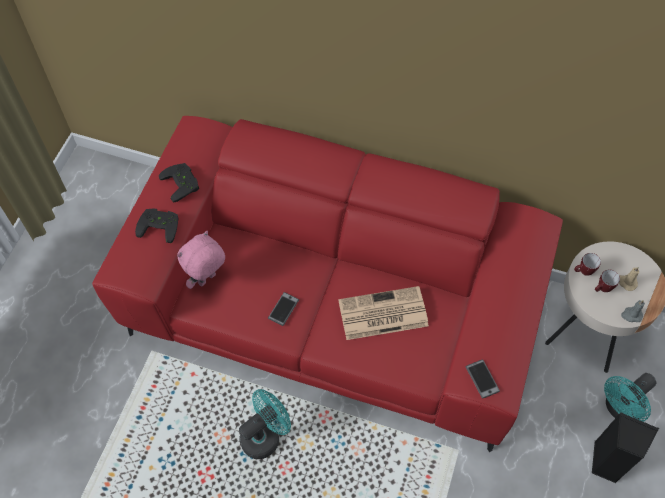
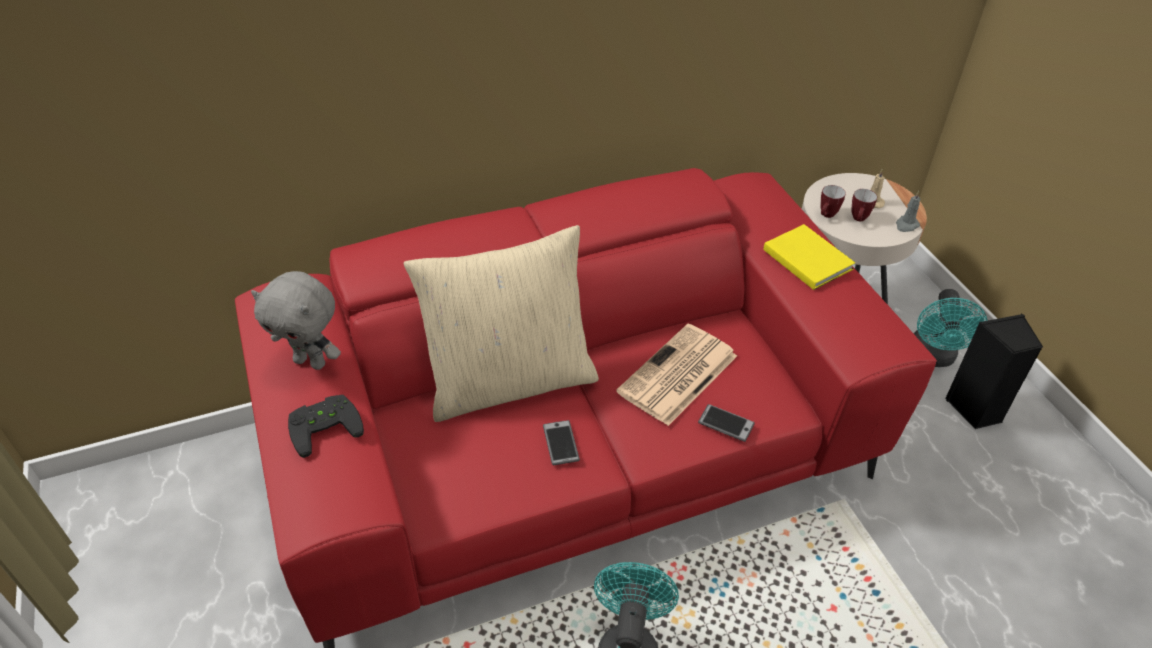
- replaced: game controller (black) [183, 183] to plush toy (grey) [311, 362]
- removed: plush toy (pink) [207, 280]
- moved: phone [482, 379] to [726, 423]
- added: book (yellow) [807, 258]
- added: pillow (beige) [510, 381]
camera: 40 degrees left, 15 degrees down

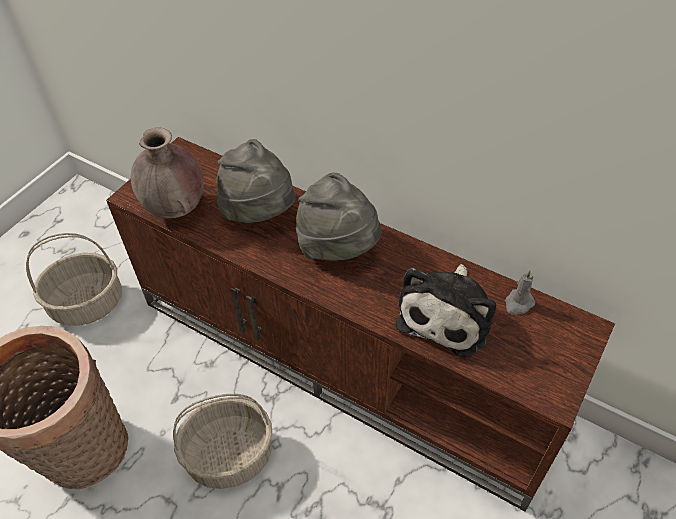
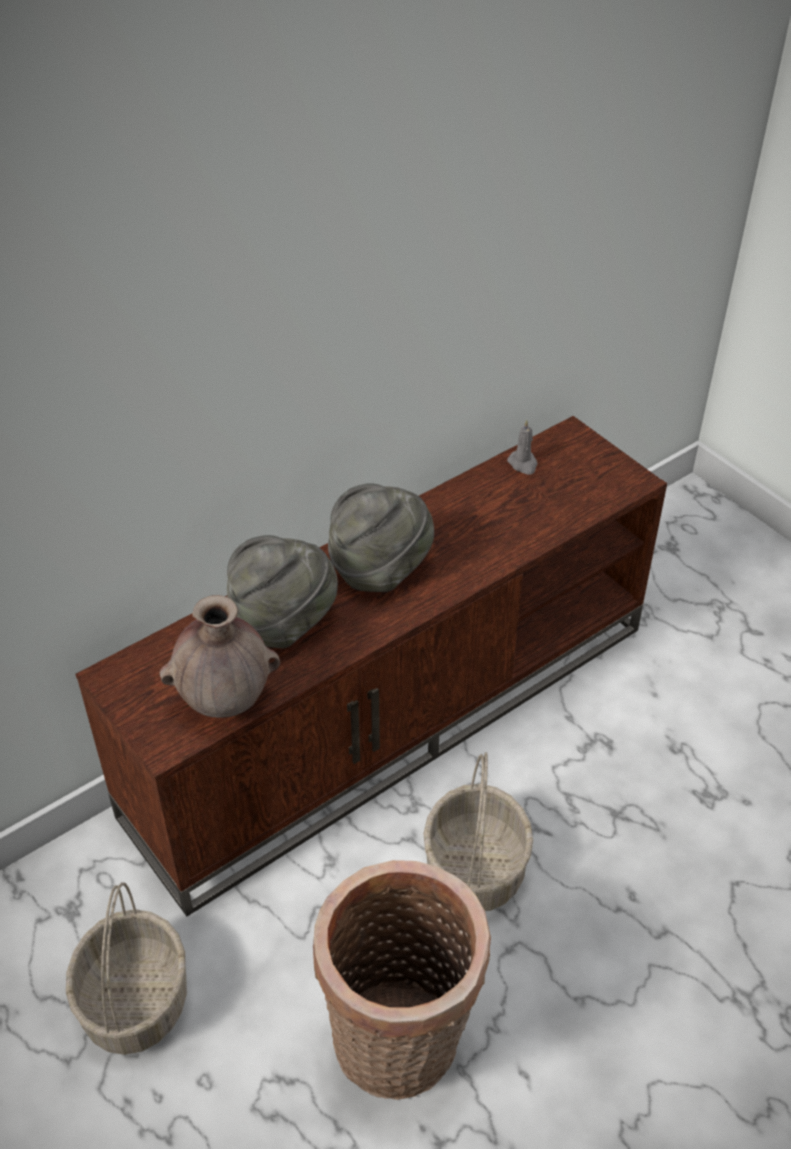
- removed: plush toy [448, 314]
camera: 70 degrees left, 5 degrees down

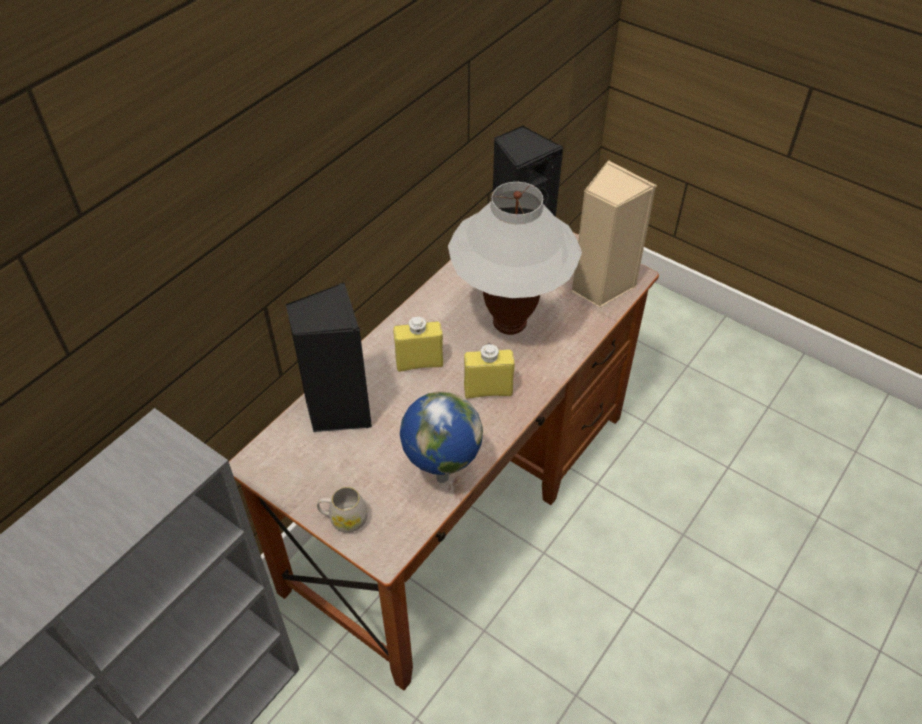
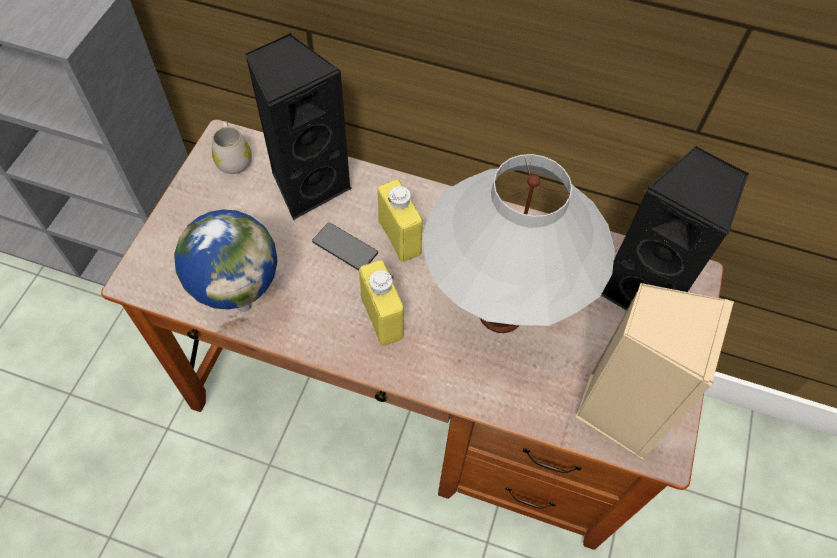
- moved: mug (white) [344, 519] to [233, 158]
- added: phone [345, 247]
camera: 70 degrees right, 10 degrees up

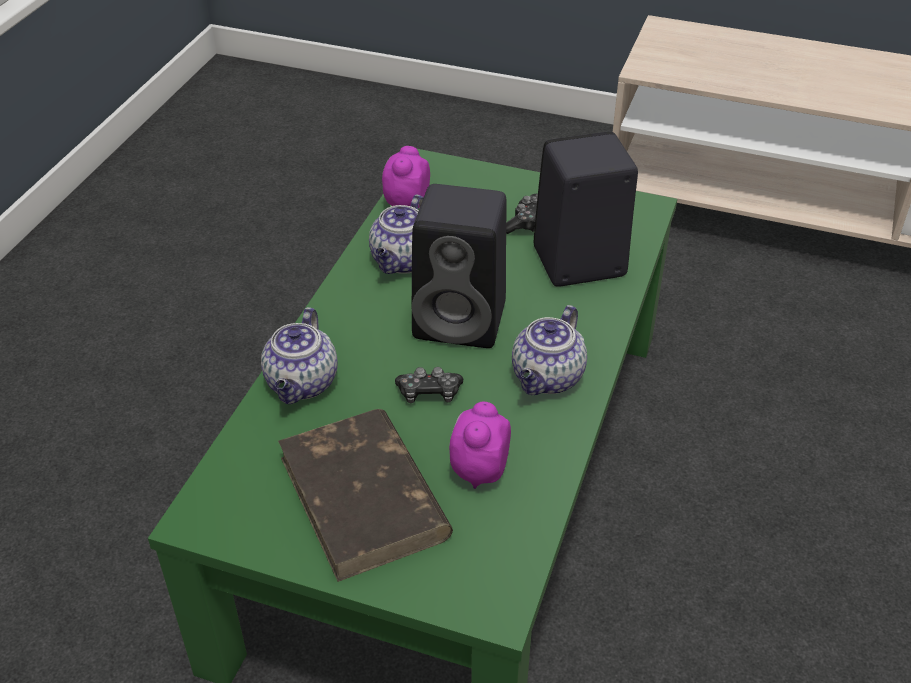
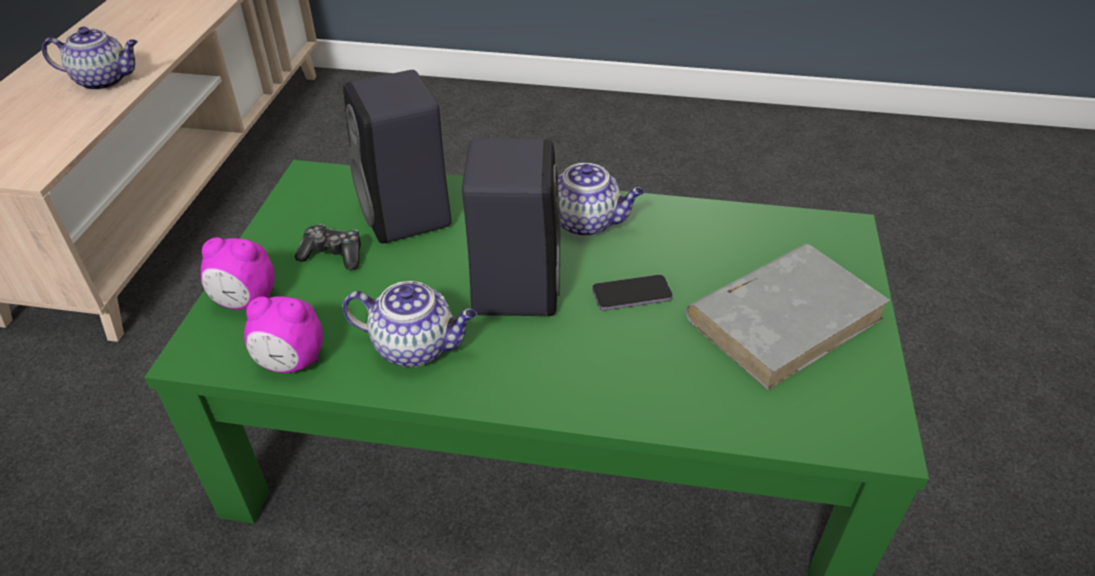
- moved: teapot [302, 384] to [105, 80]
- replaced: game controller [429, 393] to phone [631, 294]
- moved: alarm clock [478, 470] to [246, 301]
- recoloured: book (brown) [364, 498] to book (grey) [785, 318]
camera: 100 degrees left, 0 degrees up

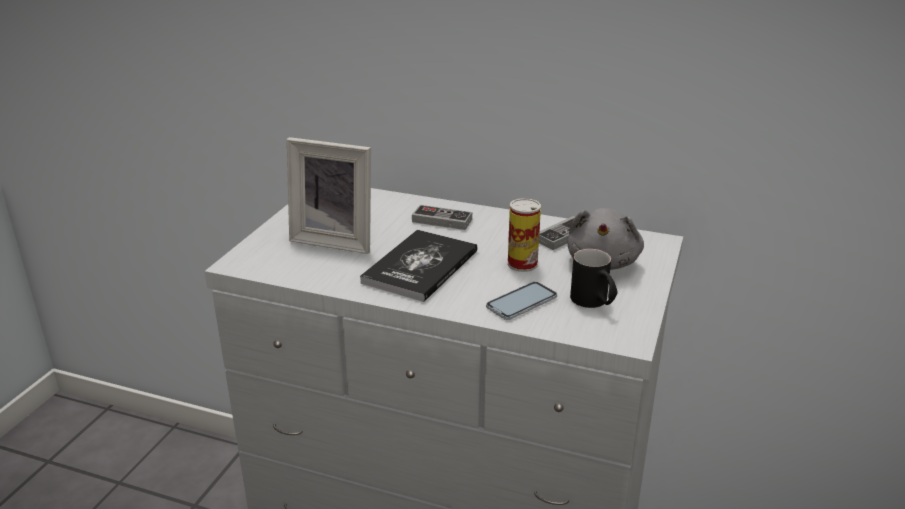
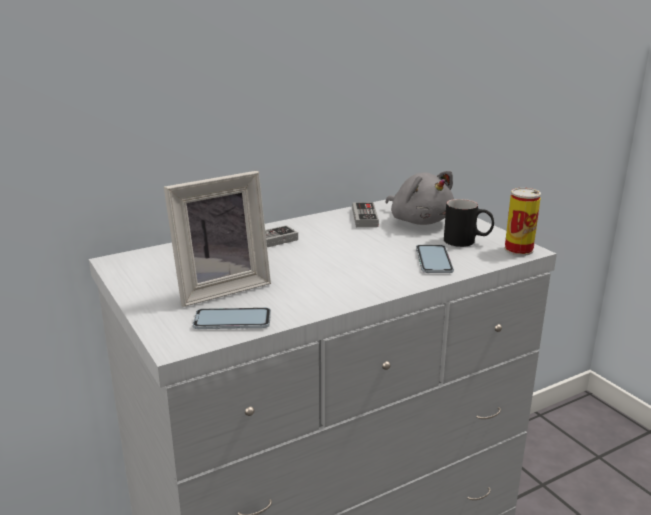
- moved: can [522, 264] to [518, 250]
- removed: book [420, 267]
- added: phone [232, 320]
camera: 50 degrees left, 5 degrees down

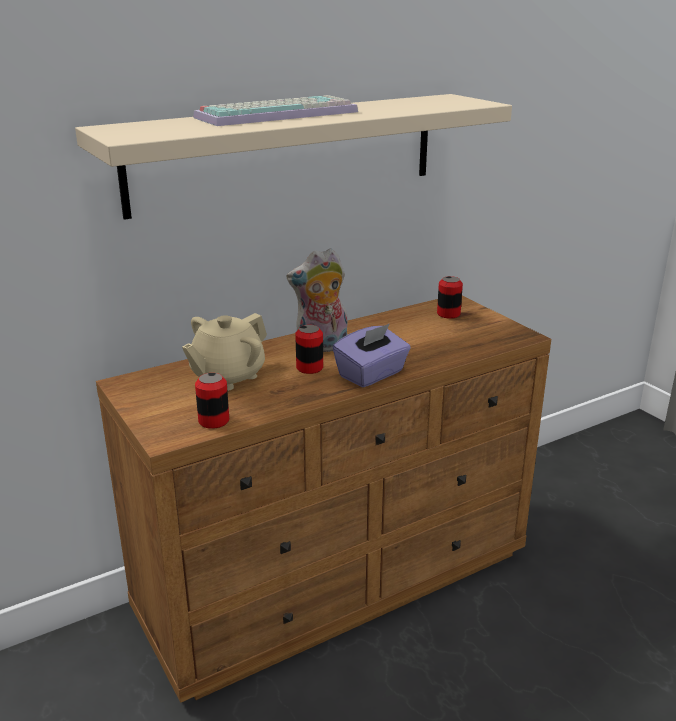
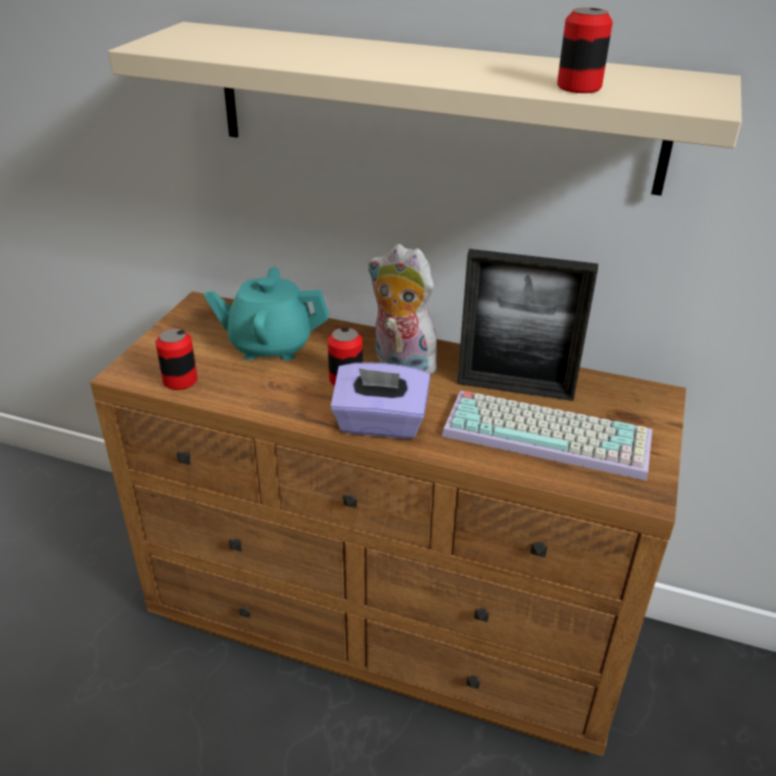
- moved: keyboard [277, 114] to [550, 434]
- moved: can [448, 314] to [579, 87]
- recoloured: teapot (beige) [227, 377] to teapot (turquoise) [270, 345]
- added: picture frame [515, 389]
camera: 50 degrees right, 10 degrees up

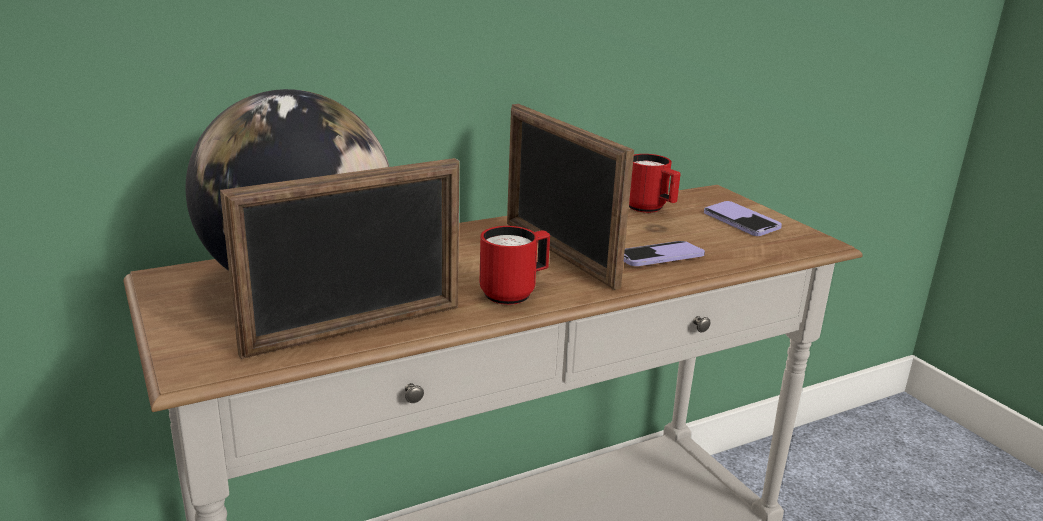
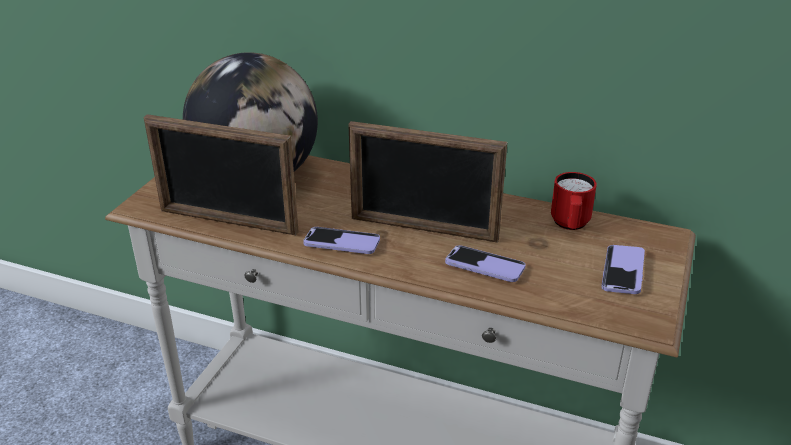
- turned: picture frame [558, 254] = [423, 229] 90 degrees counterclockwise
- replaced: mug (red) [515, 293] to phone [342, 242]
camera: 50 degrees right, 10 degrees up

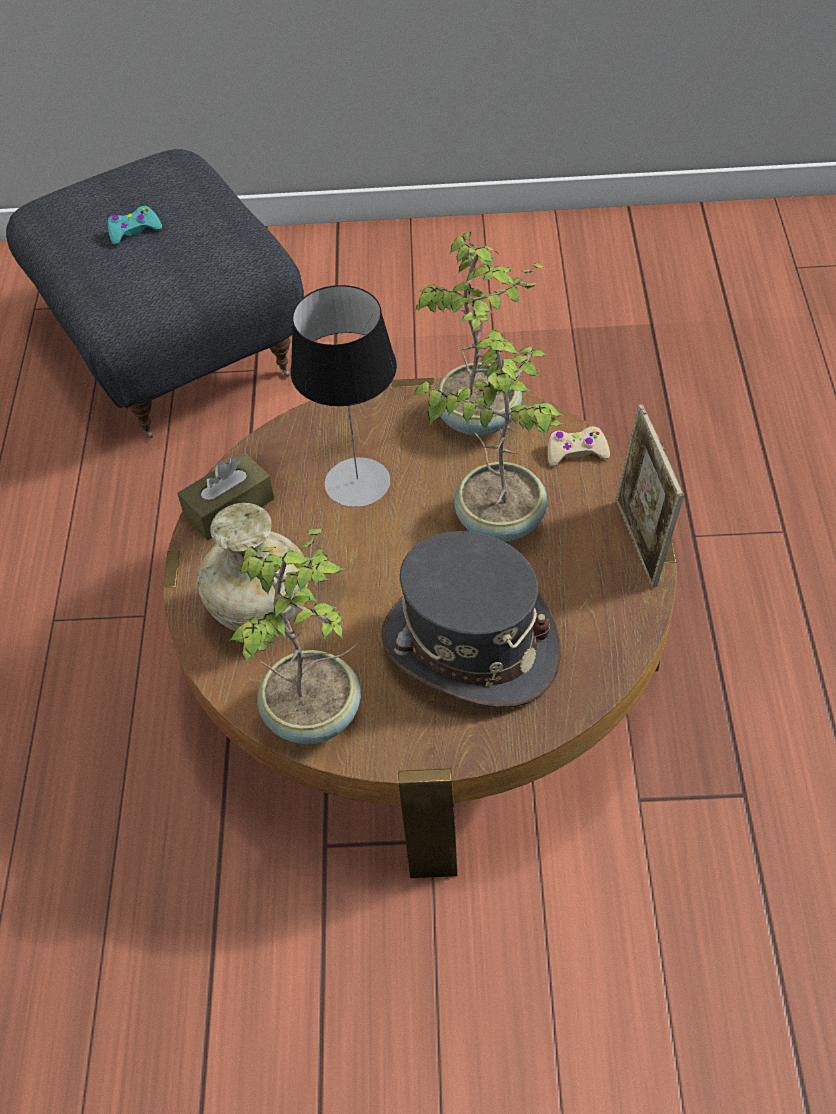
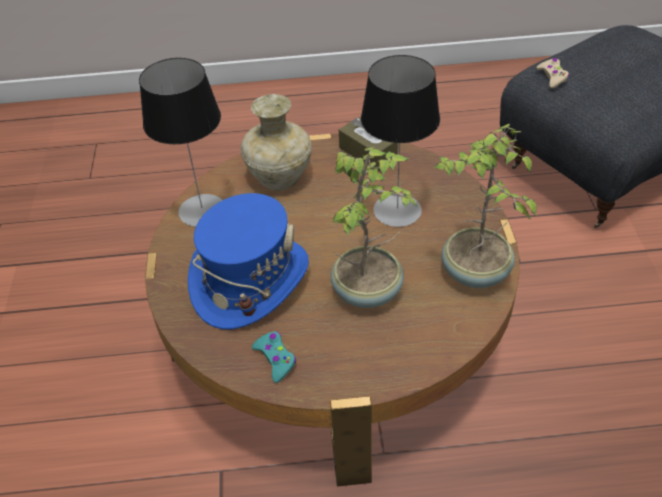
- moved: game controller (turquoise) [134, 230] to [275, 359]
- removed: picture frame [641, 543]
- moved: game controller (beige) [576, 452] to [552, 77]
- replaced: potted plant [315, 714] to table lamp [202, 210]
- recoloured: hat (grey) [469, 646] to hat (blue) [250, 280]
camera: 85 degrees right, 5 degrees down

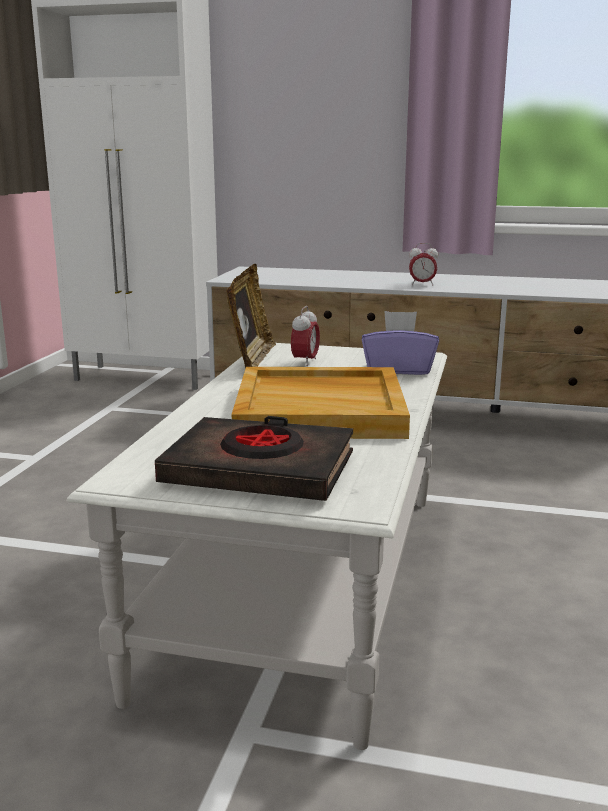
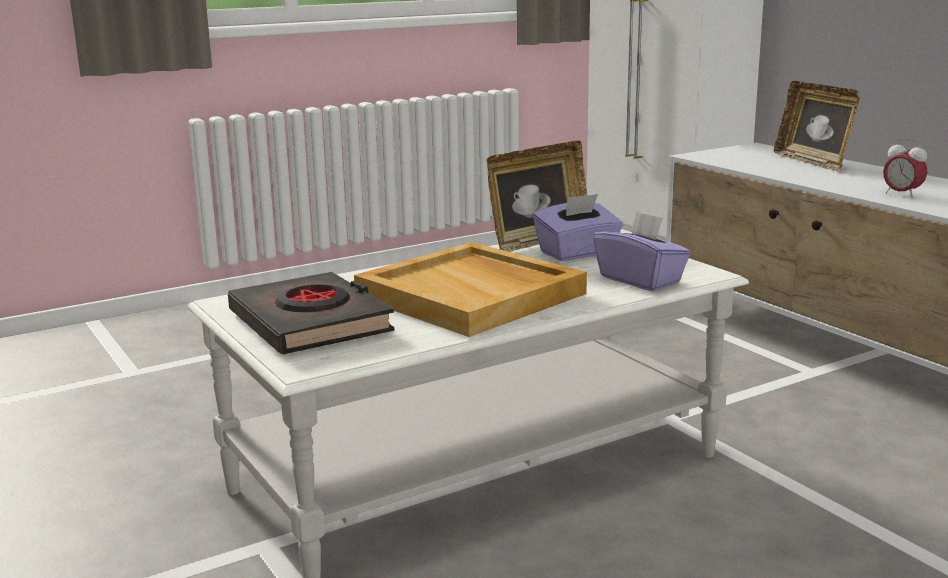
- replaced: alarm clock [305, 362] to tissue box (purple) [577, 253]
- added: picture frame [813, 162]
camera: 45 degrees right, 0 degrees up

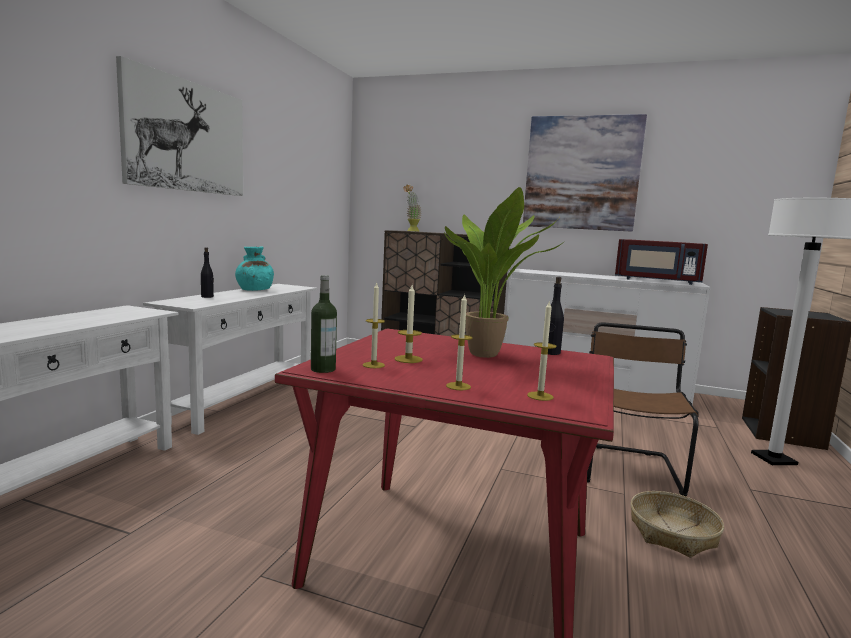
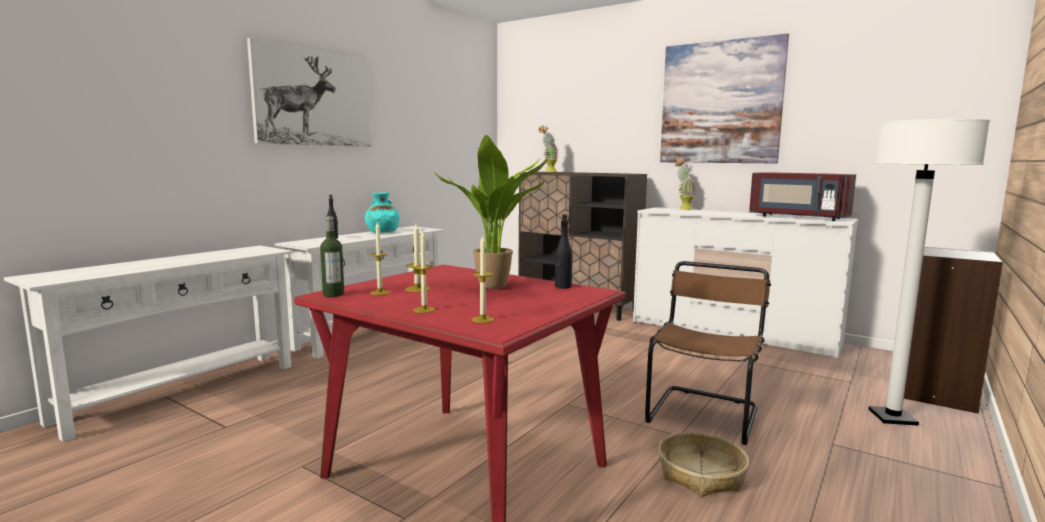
- added: potted plant [683, 209]
camera: 15 degrees right, 0 degrees up

